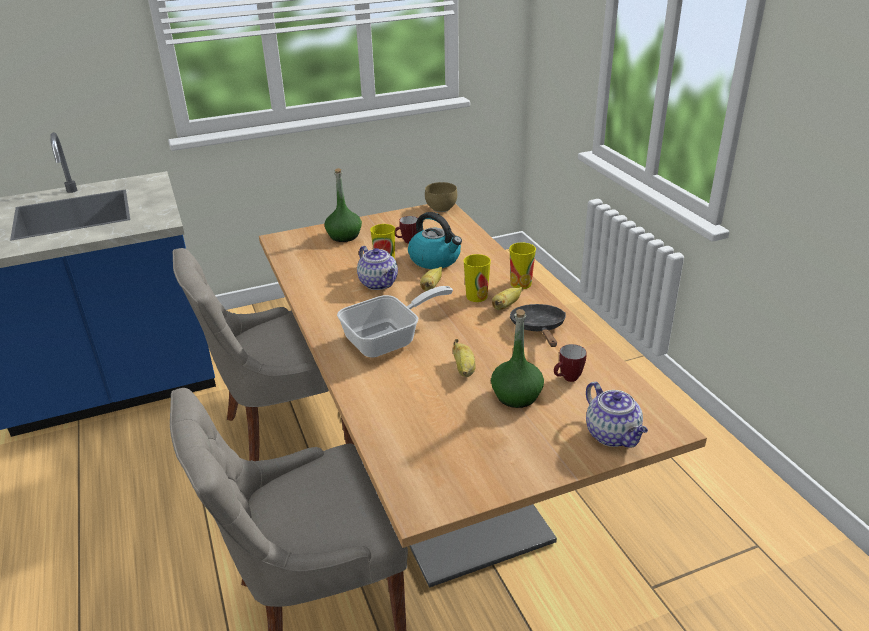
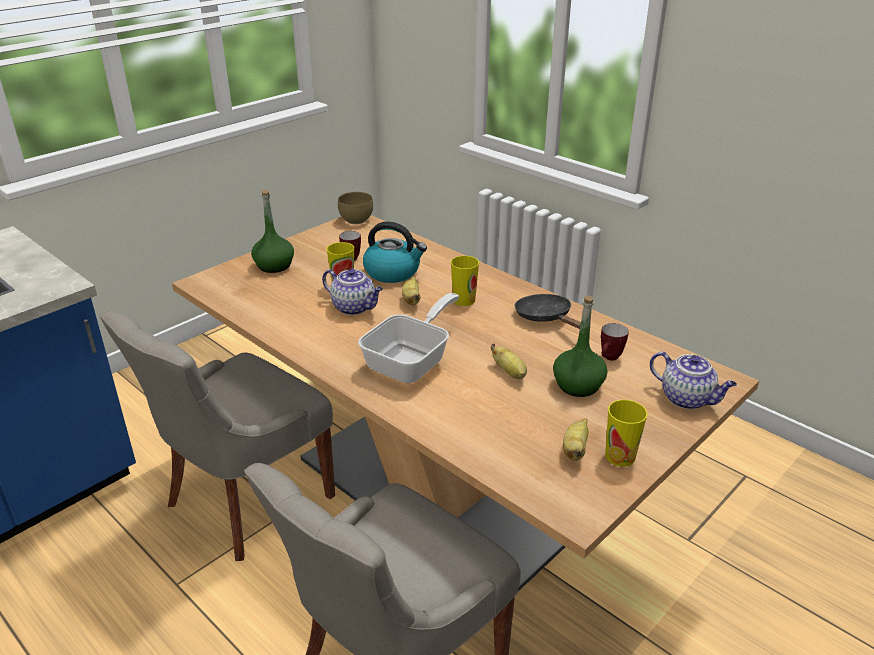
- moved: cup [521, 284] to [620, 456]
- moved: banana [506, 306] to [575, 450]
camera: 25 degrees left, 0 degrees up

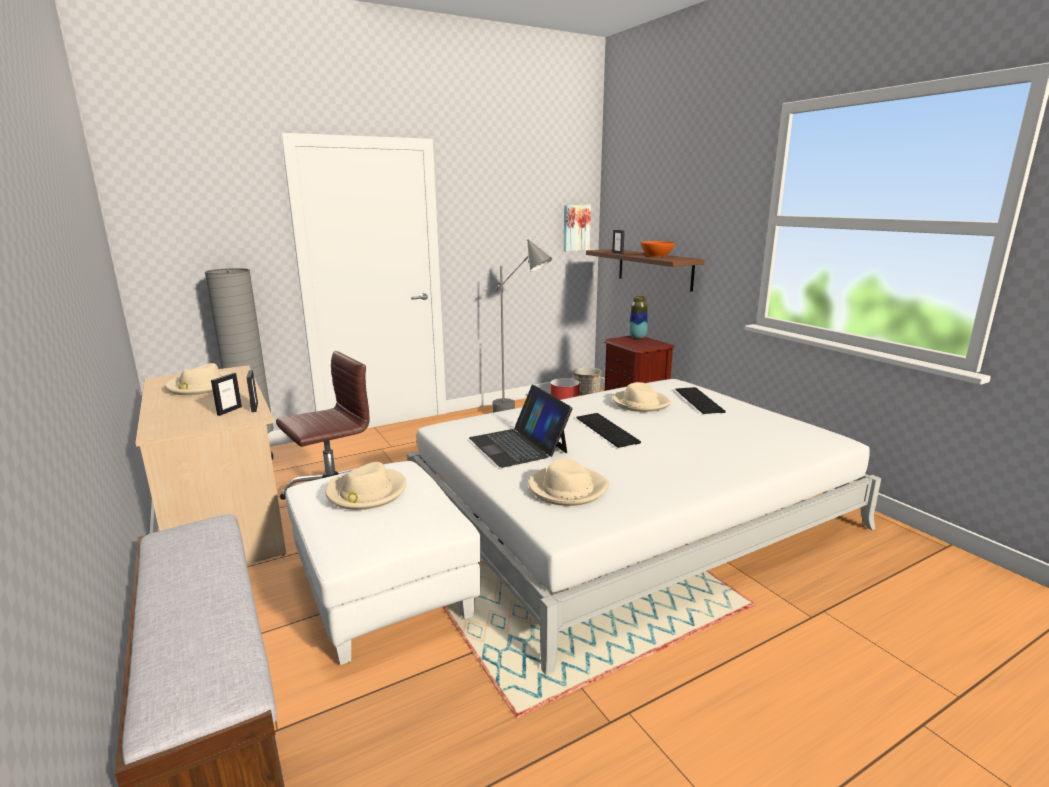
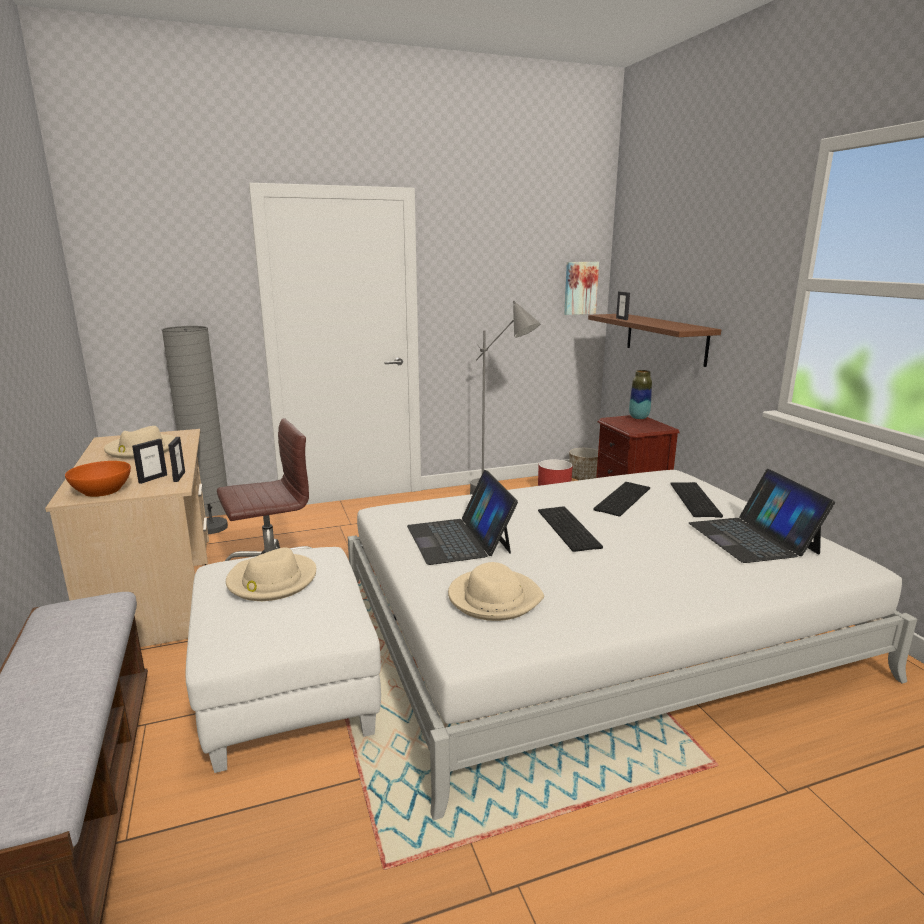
- moved: bowl (orange) [656, 255] to [102, 491]
- replaced: hat (beige) [640, 403] to keyboard [621, 498]
- added: laptop [752, 538]
camera: 10 degrees right, 0 degrees up

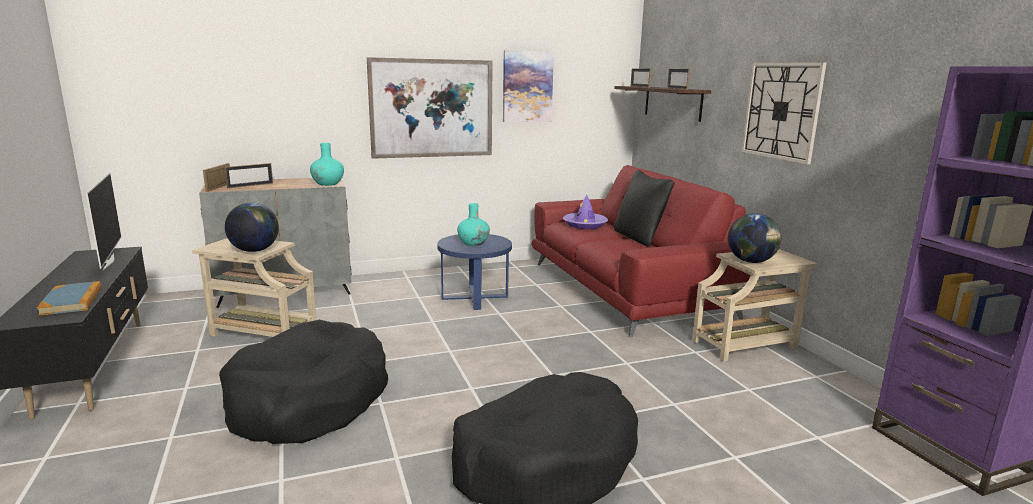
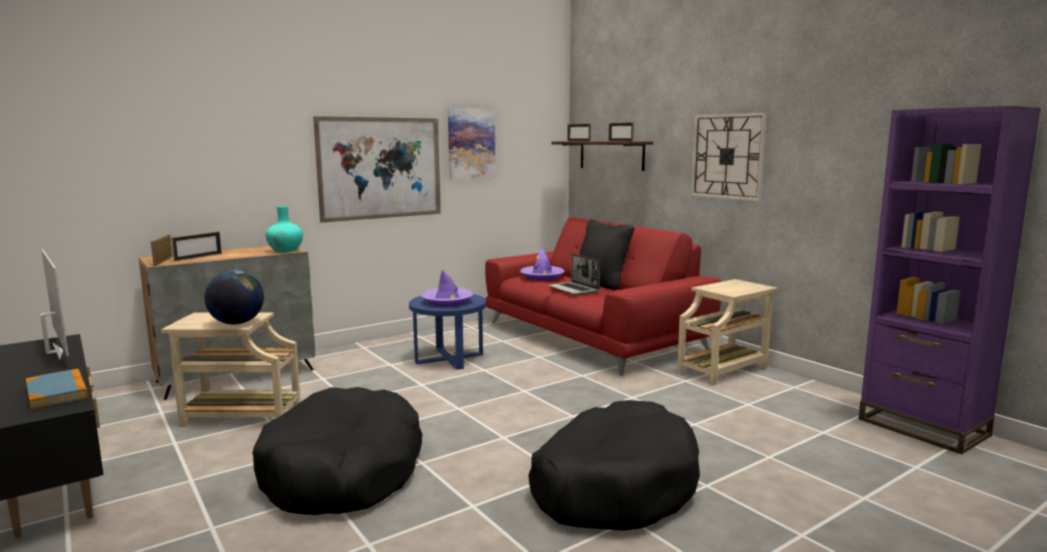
- replaced: vase (turquoise) [473, 243] to hat (purple) [447, 301]
- removed: globe [751, 261]
- added: laptop [574, 289]
camera: 15 degrees left, 5 degrees down

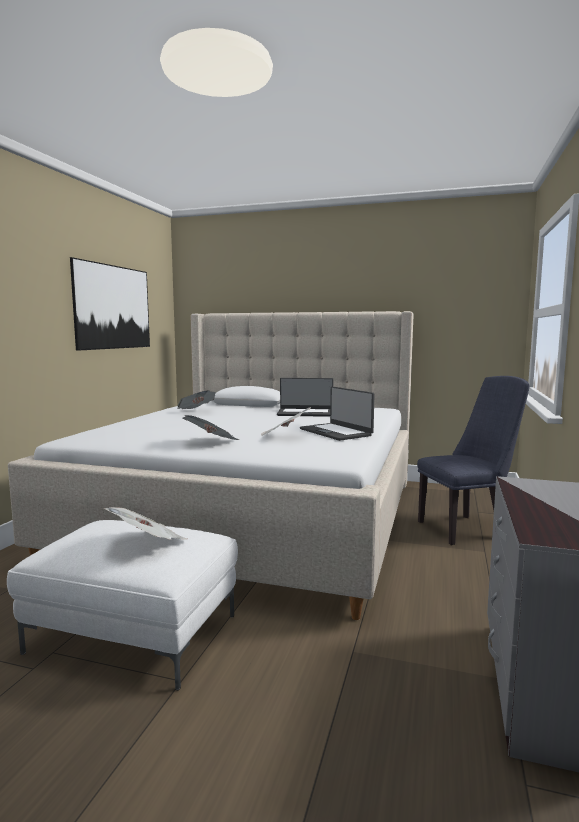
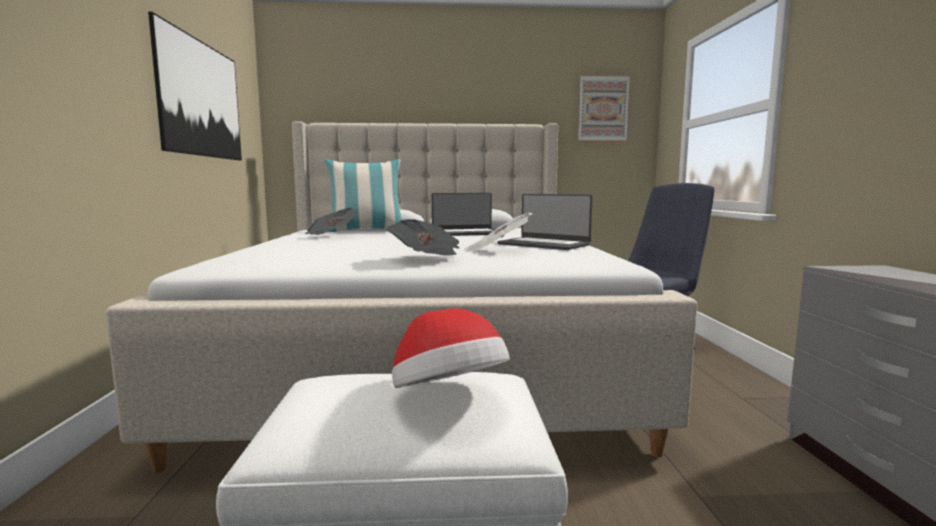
- replaced: newspaper [148, 543] to hat [448, 397]
- added: picture [603, 108]
- added: pillow [367, 231]
camera: 20 degrees left, 0 degrees up

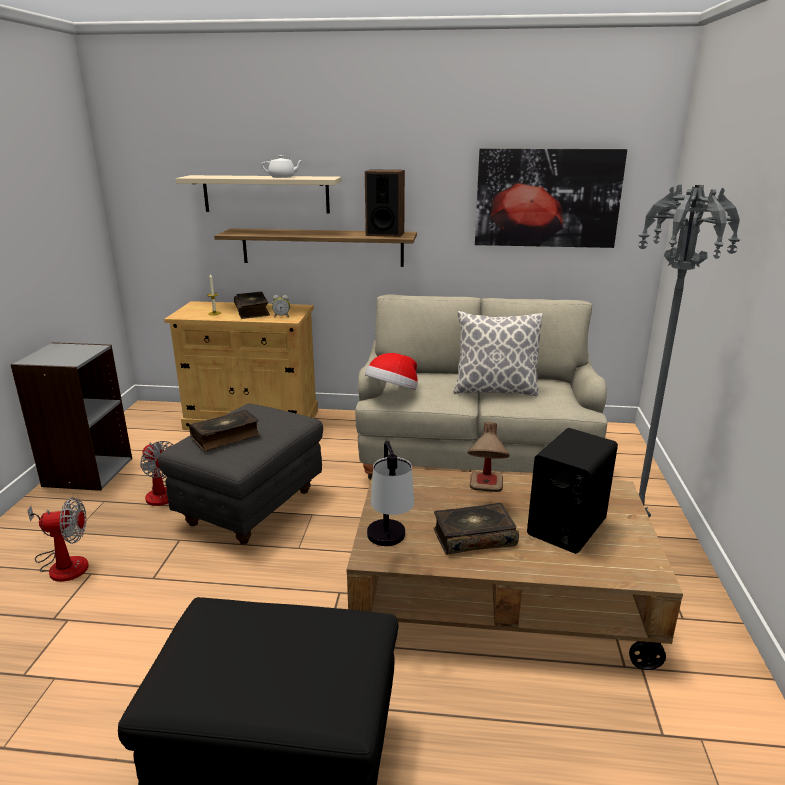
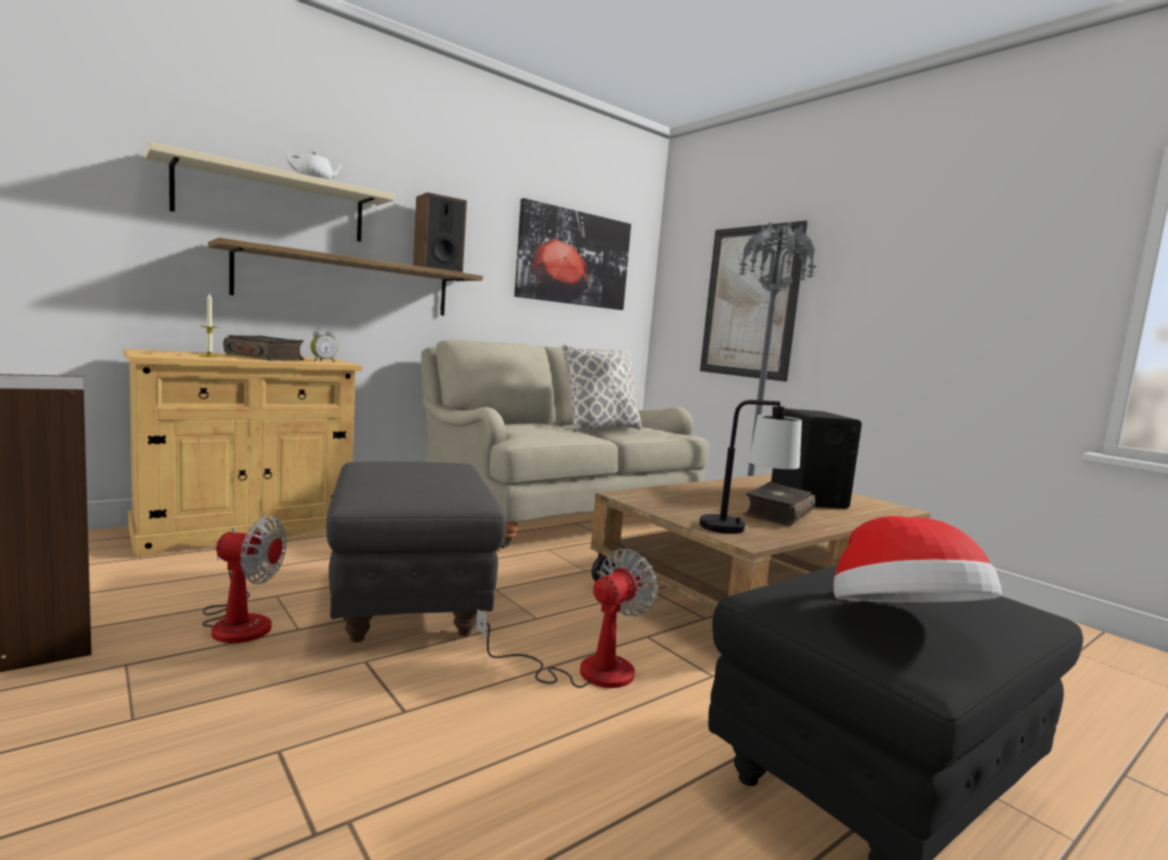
- moved: hat [393, 392] to [901, 625]
- removed: book [226, 437]
- removed: table lamp [486, 493]
- moved: fan [64, 563] to [585, 671]
- added: picture [750, 302]
camera: 45 degrees left, 15 degrees down

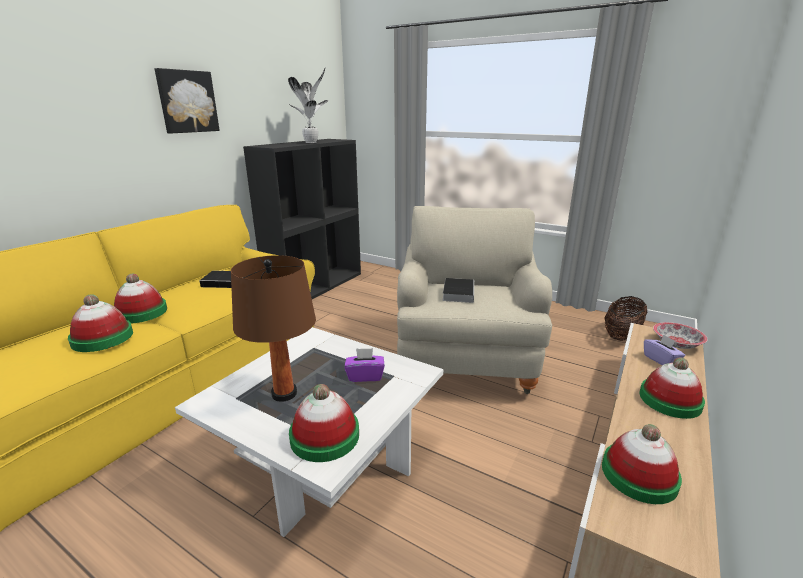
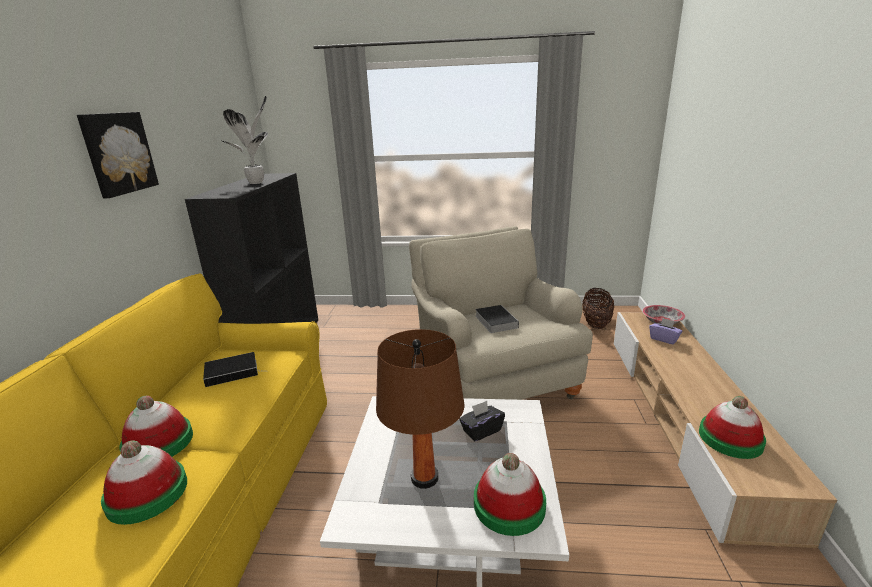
- recoloured: tissue box (purple) [365, 376] to tissue box (black) [481, 431]
- removed: hat [670, 400]
camera: 25 degrees left, 0 degrees up

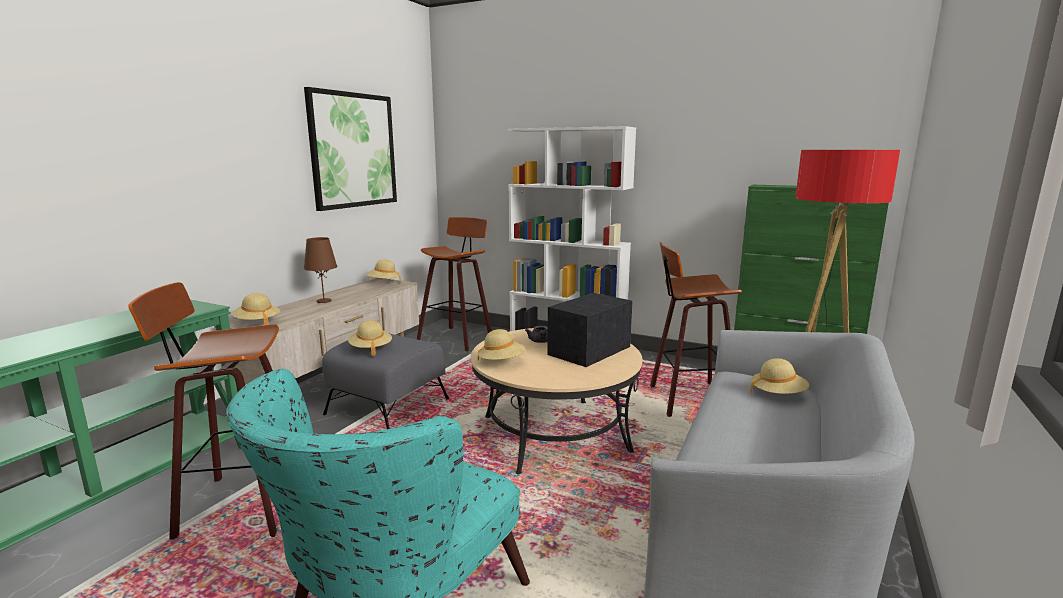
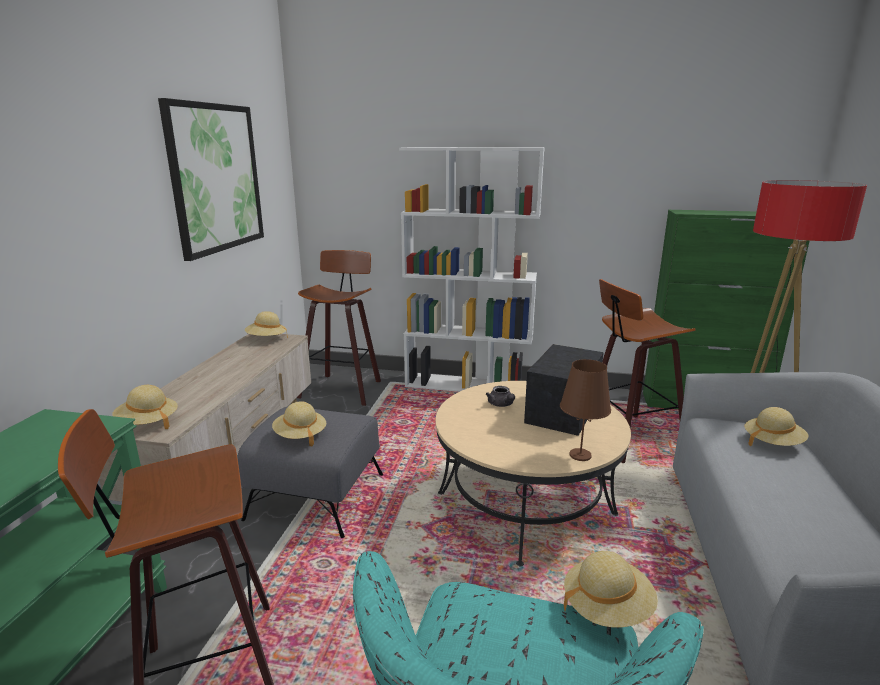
- moved: table lamp (brown) [324, 301] to [580, 455]
- moved: hat (beige) [501, 362] to [607, 607]
camera: 15 degrees left, 5 degrees up

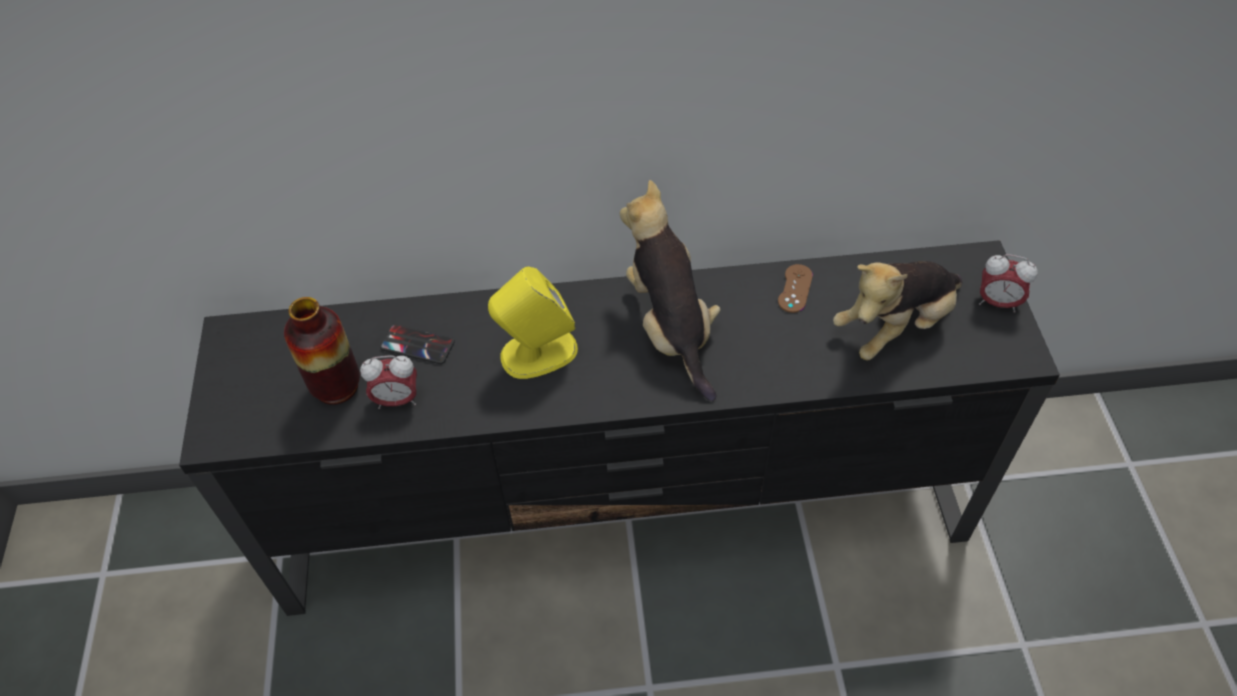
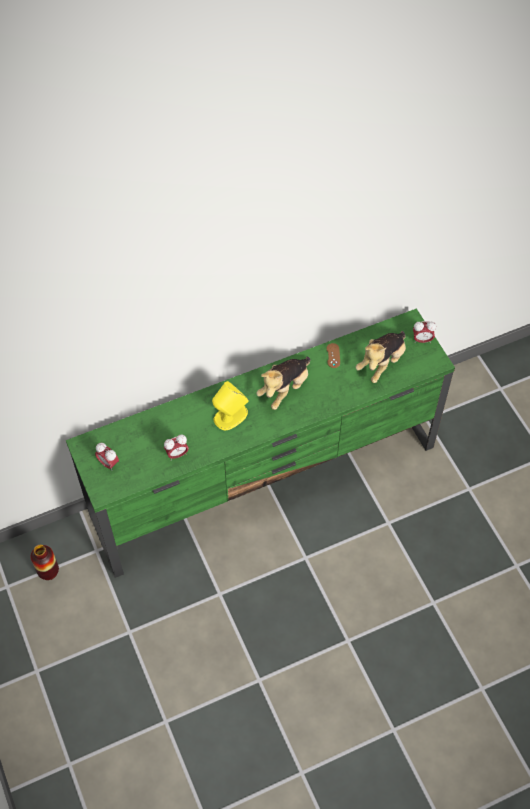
- turned: plush toy [670, 328] = [284, 389] 105 degrees counterclockwise
- recoloured: tv stand (black) [627, 514] to tv stand (green) [266, 480]
- moved: vase [336, 386] to [48, 571]
- removed: phone [417, 344]
- added: alarm clock [108, 463]
camera: 20 degrees left, 5 degrees up

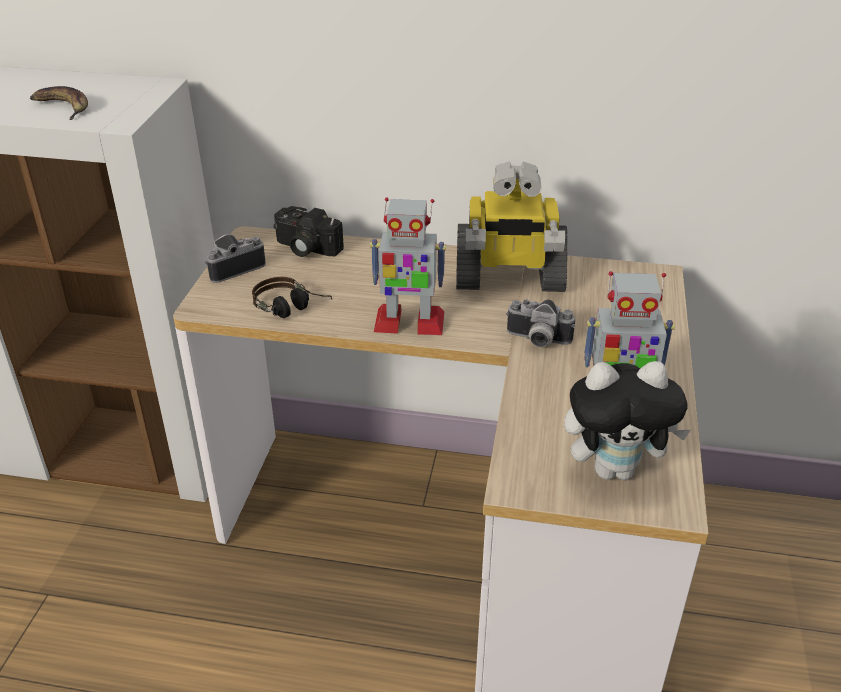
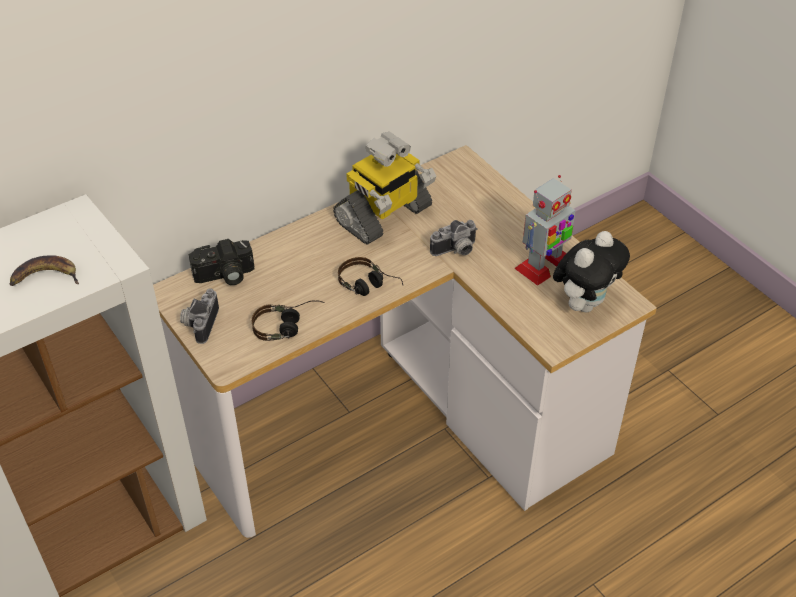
- replaced: toy robot [408, 322] to headphones [370, 287]
camera: 45 degrees left, 10 degrees up

